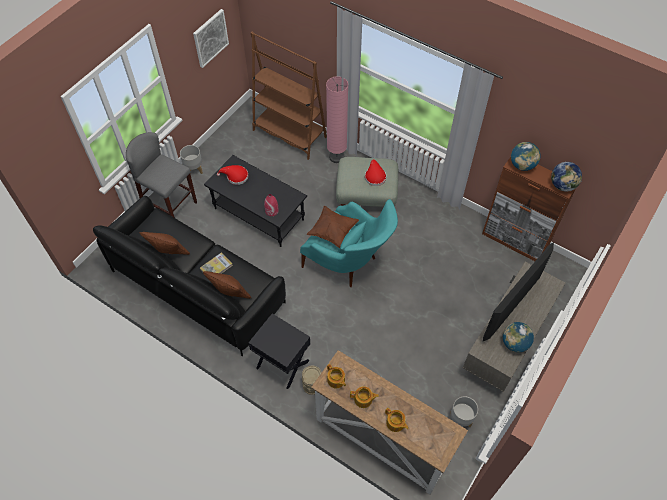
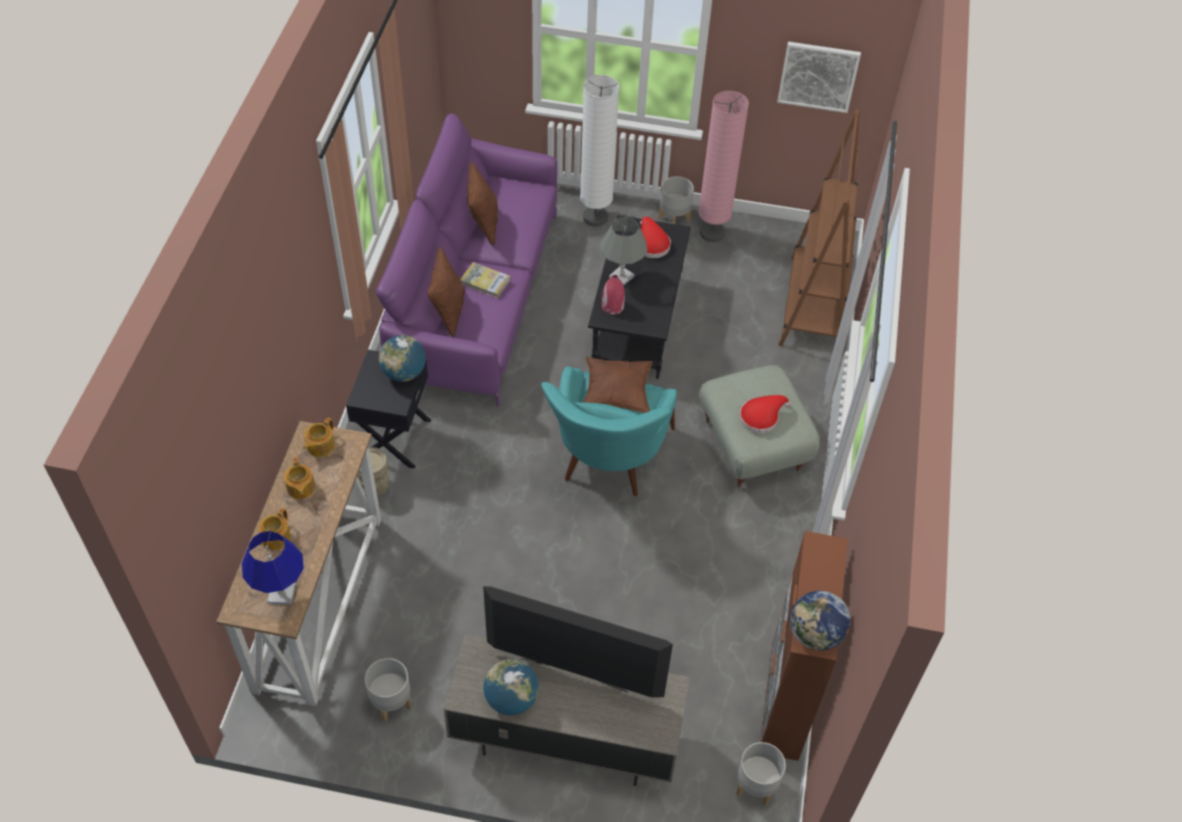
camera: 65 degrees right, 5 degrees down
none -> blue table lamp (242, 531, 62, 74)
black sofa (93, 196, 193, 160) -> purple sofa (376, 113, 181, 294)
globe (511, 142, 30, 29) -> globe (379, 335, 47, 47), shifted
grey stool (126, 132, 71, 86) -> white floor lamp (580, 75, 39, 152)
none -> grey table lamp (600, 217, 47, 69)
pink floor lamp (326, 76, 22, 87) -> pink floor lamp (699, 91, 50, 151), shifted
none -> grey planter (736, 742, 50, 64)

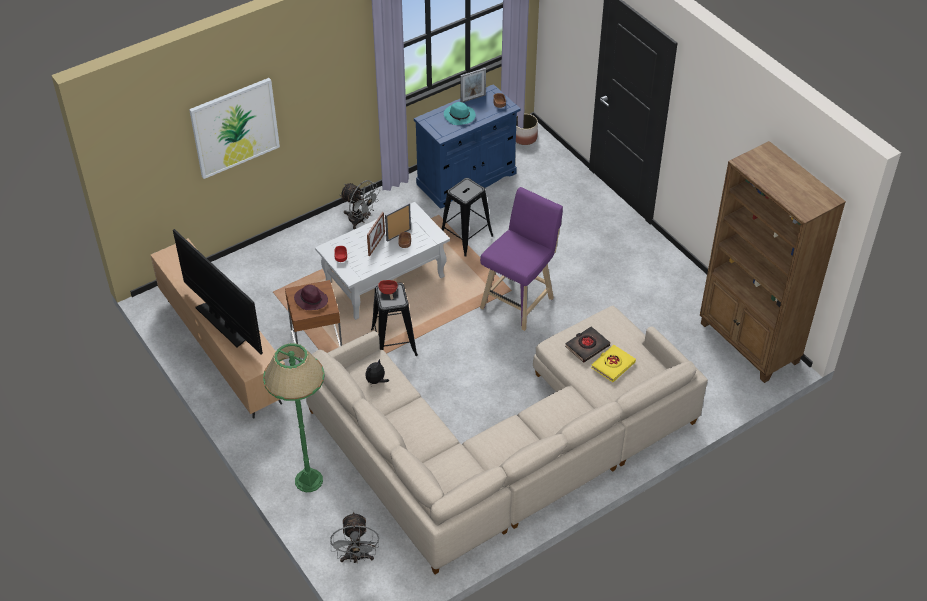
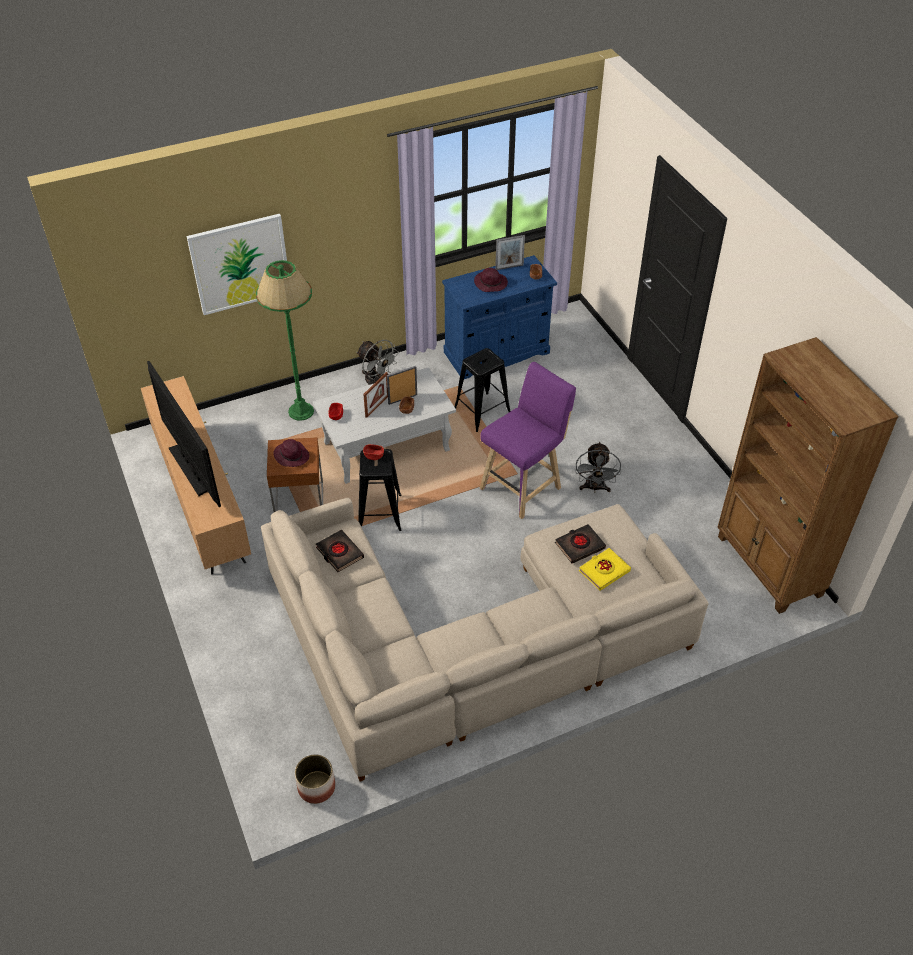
camera: 10 degrees right, 0 degrees up
green floor lamp (263, 343, 62, 149) -> green floor lamp (256, 260, 58, 161), shifted
planter (516, 114, 22, 31) -> planter (295, 754, 40, 50), shifted
plush toy (366, 359, 23, 28) -> black book (316, 530, 48, 42)
turquoise hat (444, 102, 32, 23) -> purple hat (474, 268, 34, 24)
grey fan (330, 512, 49, 51) -> grey fan (576, 442, 45, 51), shifted

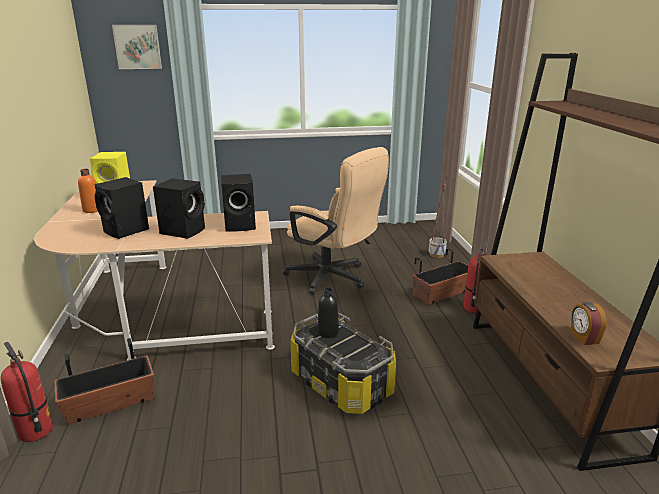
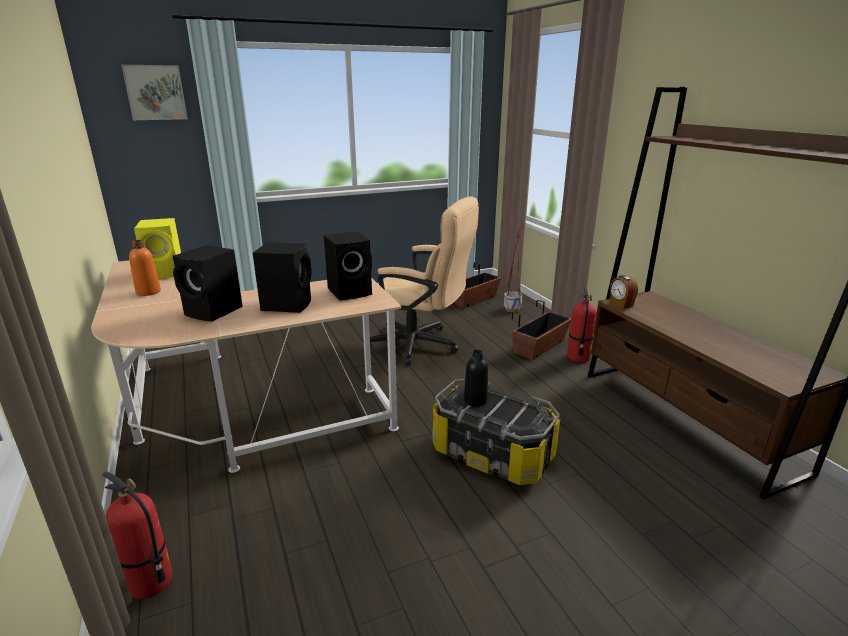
camera: 15 degrees left, 0 degrees up
planter (54, 338, 100, 87) -> planter (453, 262, 48, 46), shifted
alarm clock (570, 302, 37, 43) -> alarm clock (610, 275, 28, 34), shifted

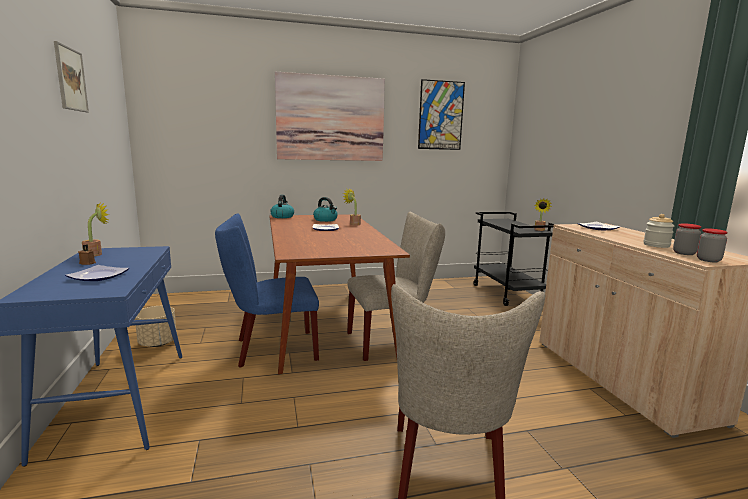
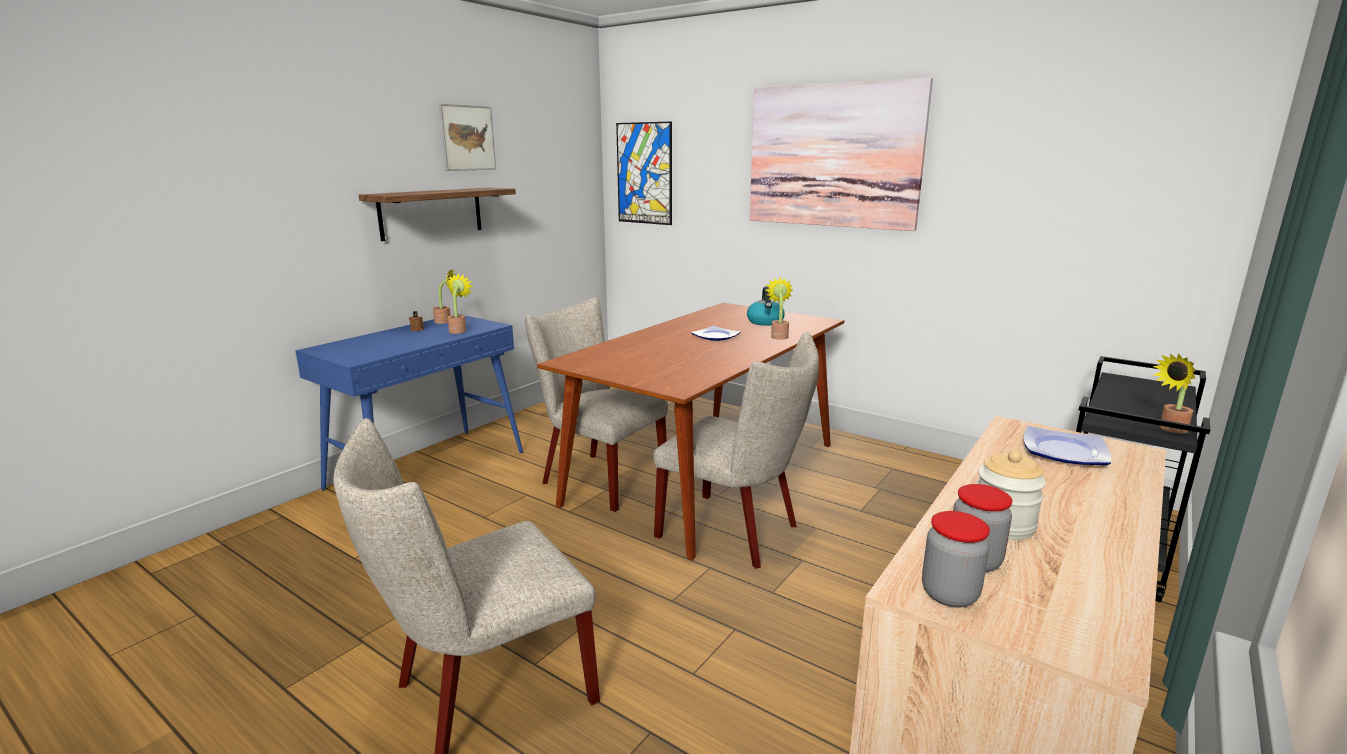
camera: 50 degrees right, 5 degrees up
none -> shelf (359, 188, 157, 53)
none -> potted plant (447, 273, 26, 61)
blue chair (215, 213, 104, 155) -> beige chair (525, 297, 143, 215)
picture (418, 79, 47, 71) -> picture (616, 122, 56, 103), shifted
plate (65, 265, 64, 16) -> none
beige planter (135, 306, 41, 41) -> none
kettle (270, 195, 24, 23) -> none

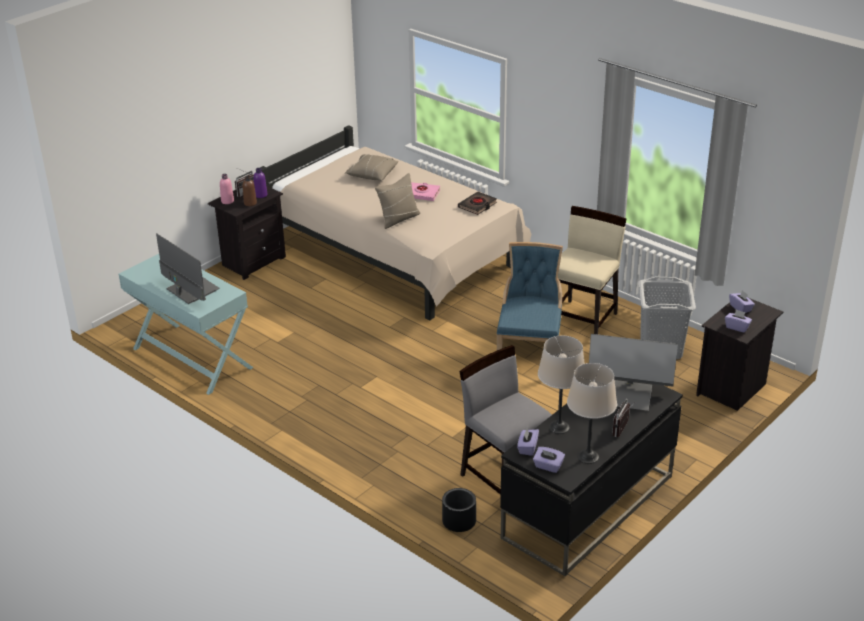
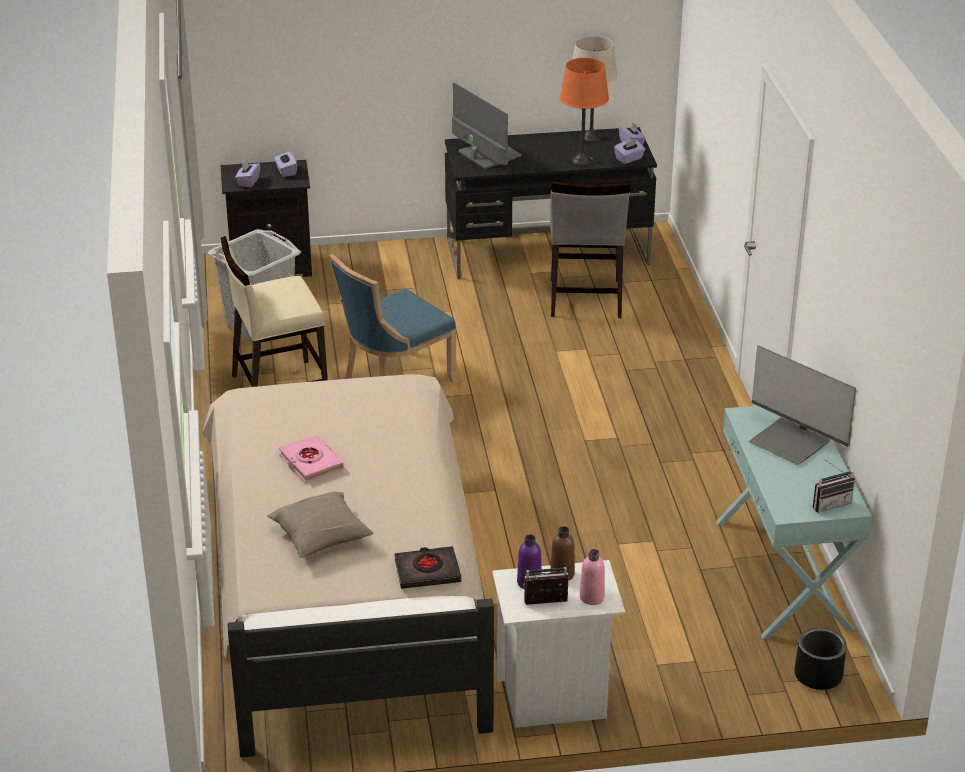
camera: 140 degrees left, 0 degrees up
black book (458, 192, 39, 23) -> black book (394, 546, 67, 43), shifted
black nightstand (208, 186, 78, 94) -> white nightstand (492, 560, 133, 168)
beige table lamp (538, 336, 47, 98) -> orange table lamp (560, 58, 49, 107)
monitor (156, 233, 63, 71) -> monitor (749, 345, 107, 120), 45 degrees counterclockwise
black planter (442, 488, 34, 44) -> black planter (794, 628, 53, 62), shifted
radio (612, 399, 21, 38) -> radio (813, 461, 42, 52), shifted
beige pillow (375, 173, 45, 56) -> none

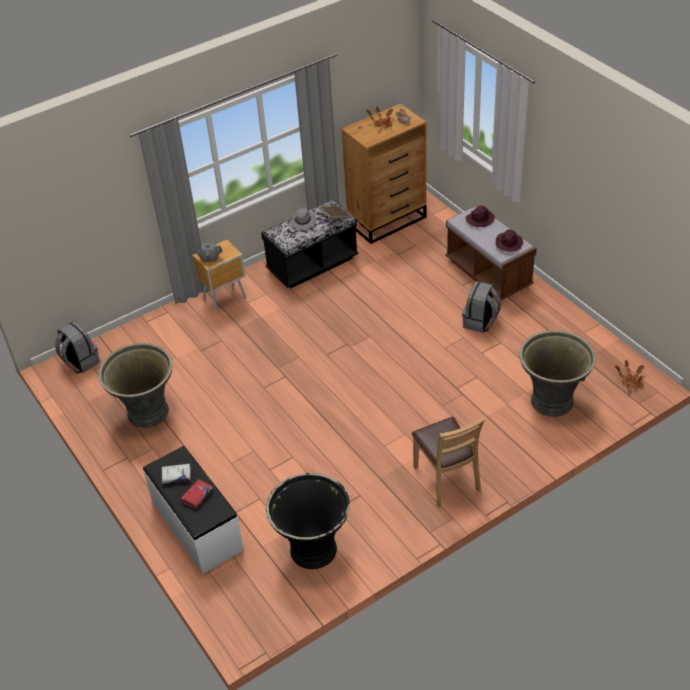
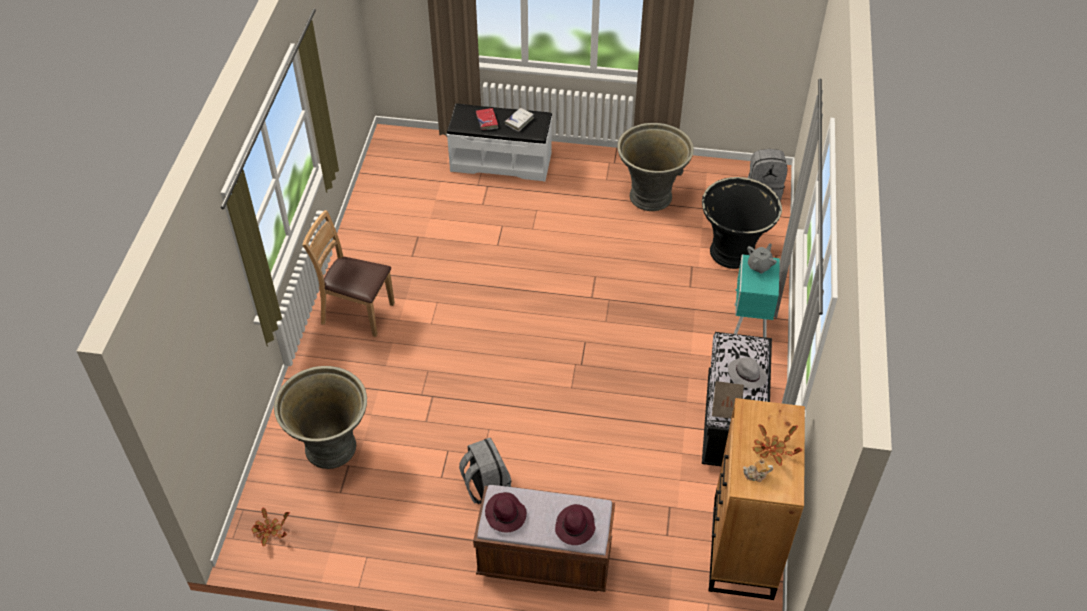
camera: 130 degrees right, 5 degrees up
black planter (266, 473, 84, 96) -> black planter (702, 177, 80, 92), shifted
brown nightstand (193, 240, 54, 73) -> turquoise nightstand (734, 255, 46, 83)

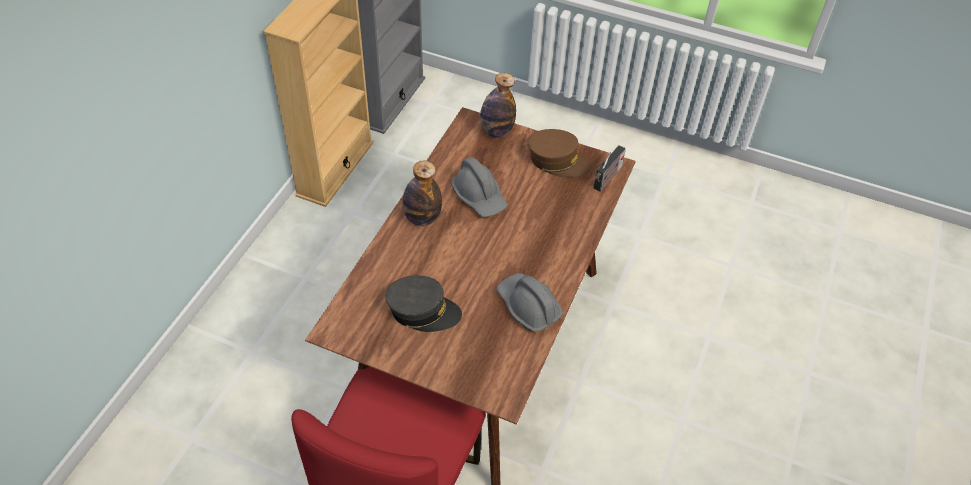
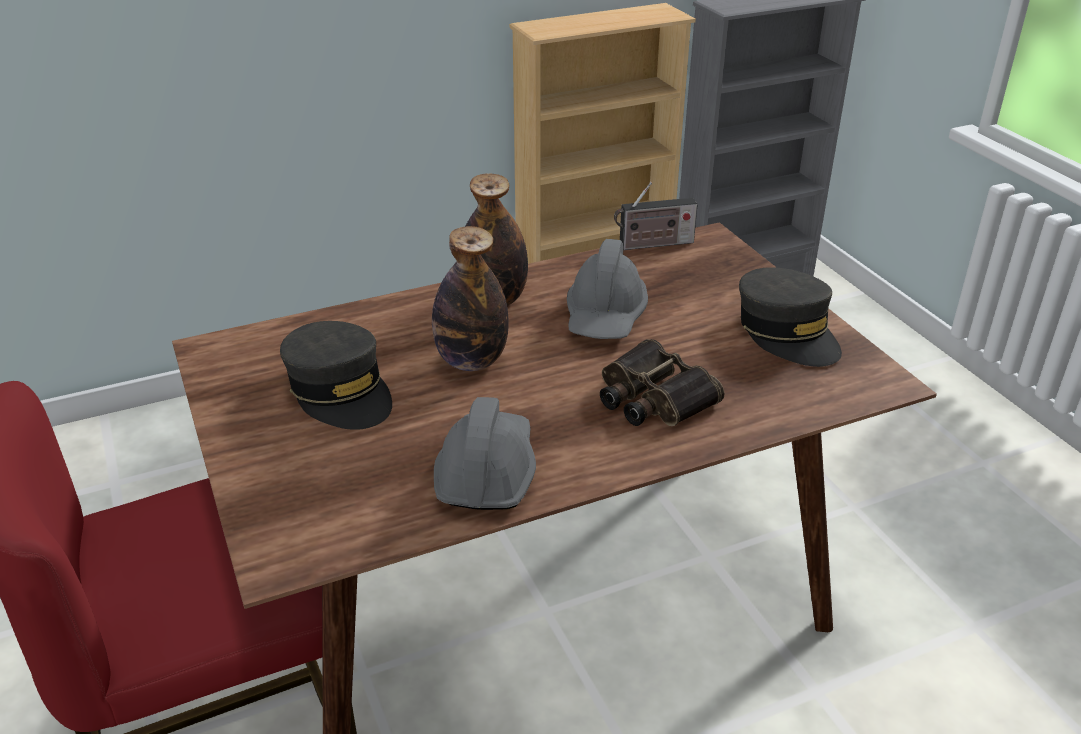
camera: 45 degrees right, 15 degrees down
bottle (480, 73, 36, 65) -> bottle (432, 226, 77, 145), shifted
none -> binoculars (600, 339, 125, 87)
radio (594, 145, 32, 47) -> radio (614, 182, 84, 68), shifted
brown cap (528, 129, 63, 48) -> grey cap (739, 267, 103, 100)

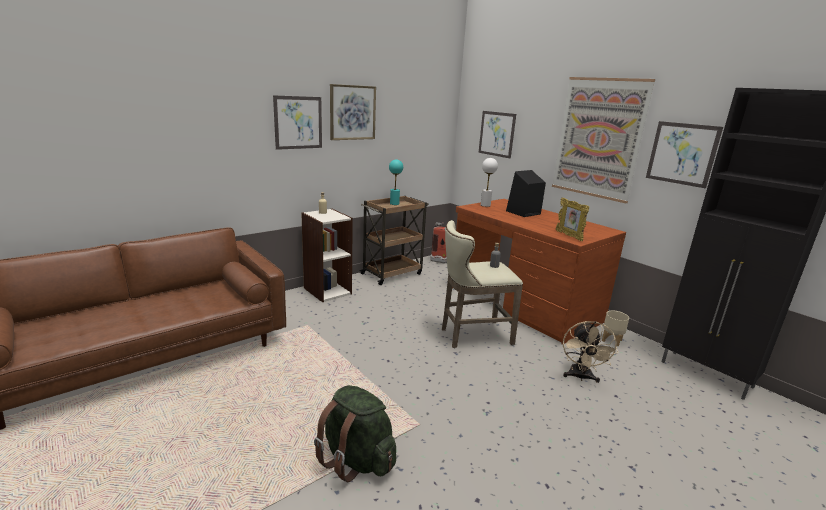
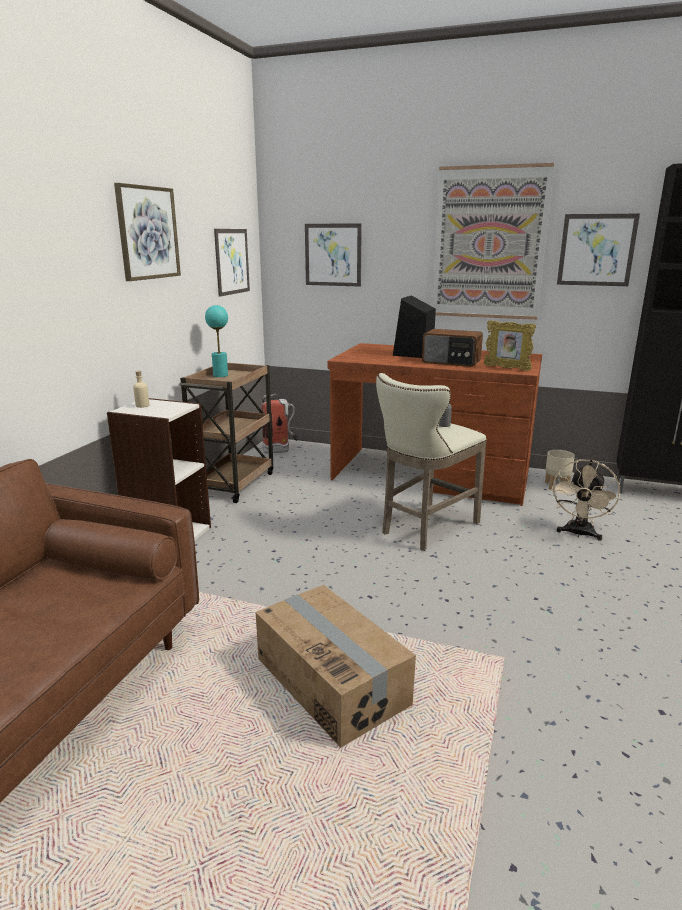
camera: 30 degrees left, 0 degrees up
picture (273, 95, 49, 55) -> picture (214, 229, 36, 68), shifted
none -> cardboard box (255, 585, 161, 163)
none -> radio (422, 329, 61, 38)
beige fan (563, 321, 55, 62) -> beige fan (551, 459, 69, 82), 45 degrees clockwise
green backpack (314, 385, 82, 98) -> none
white table lamp (481, 158, 17, 49) -> none

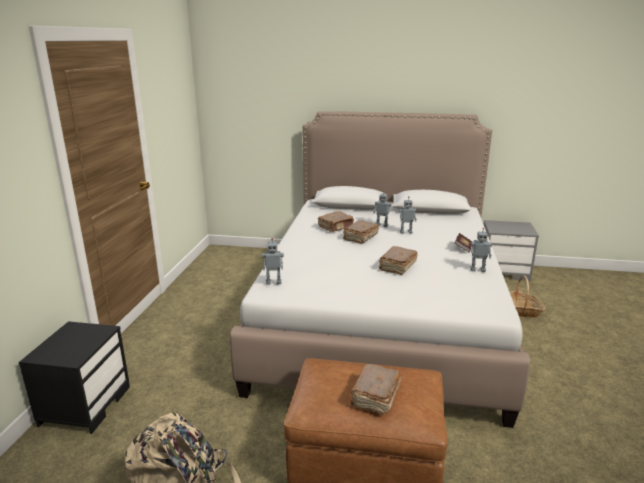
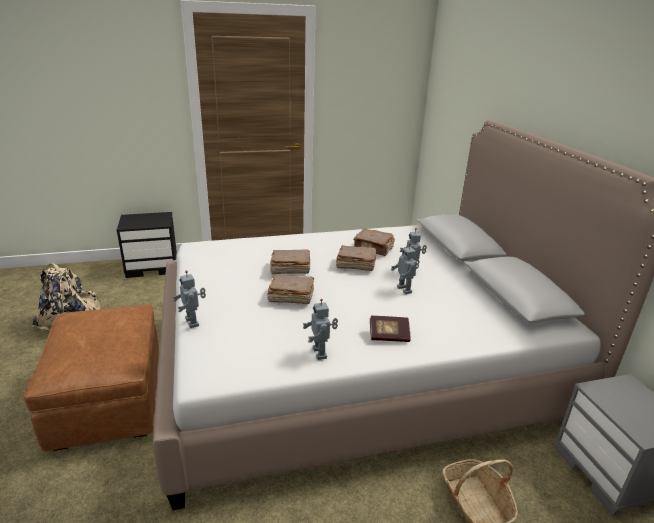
camera: 65 degrees right, 5 degrees up
toy robot (262, 238, 21, 46) -> toy robot (173, 270, 33, 58), shifted
brown book (350, 364, 51, 51) -> brown book (270, 249, 40, 25), shifted

